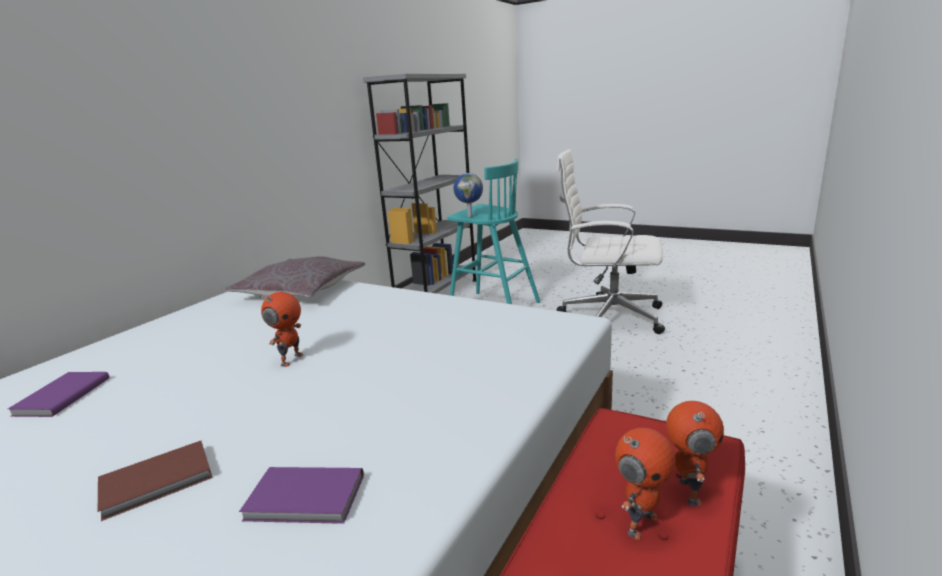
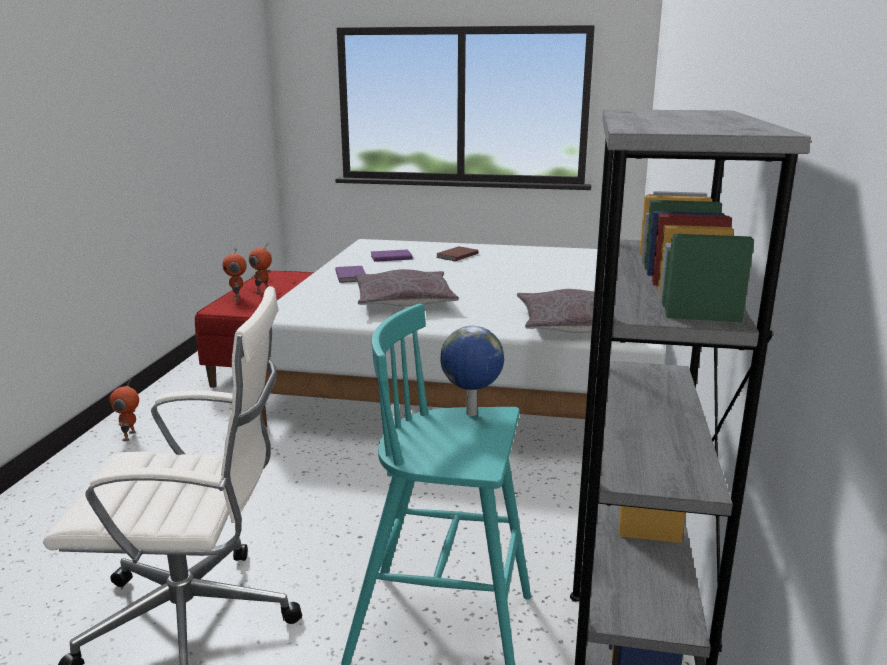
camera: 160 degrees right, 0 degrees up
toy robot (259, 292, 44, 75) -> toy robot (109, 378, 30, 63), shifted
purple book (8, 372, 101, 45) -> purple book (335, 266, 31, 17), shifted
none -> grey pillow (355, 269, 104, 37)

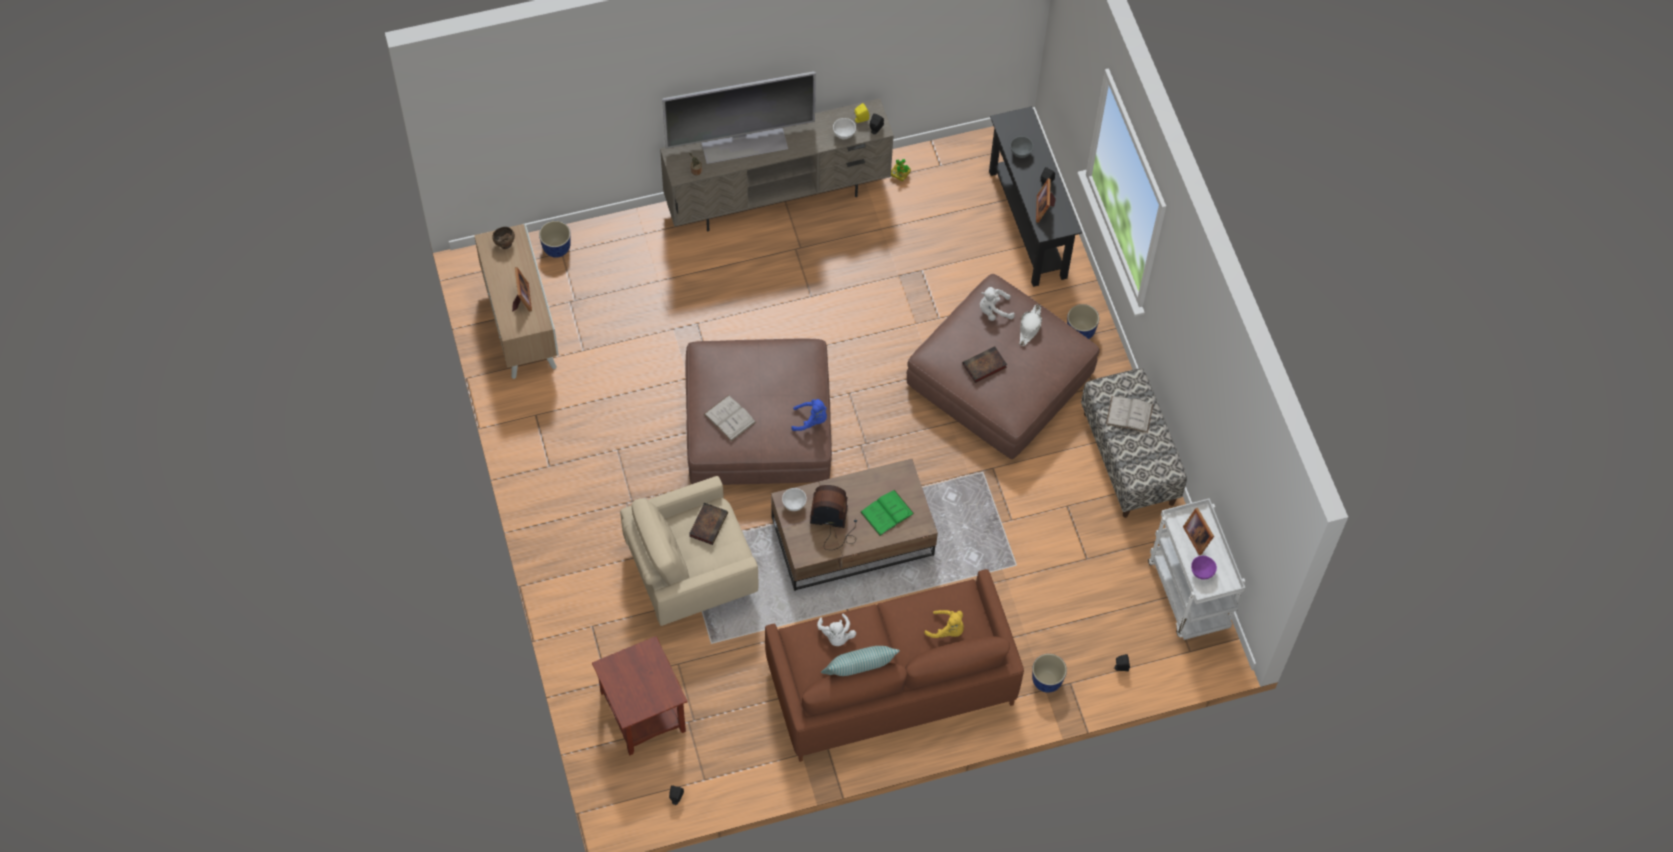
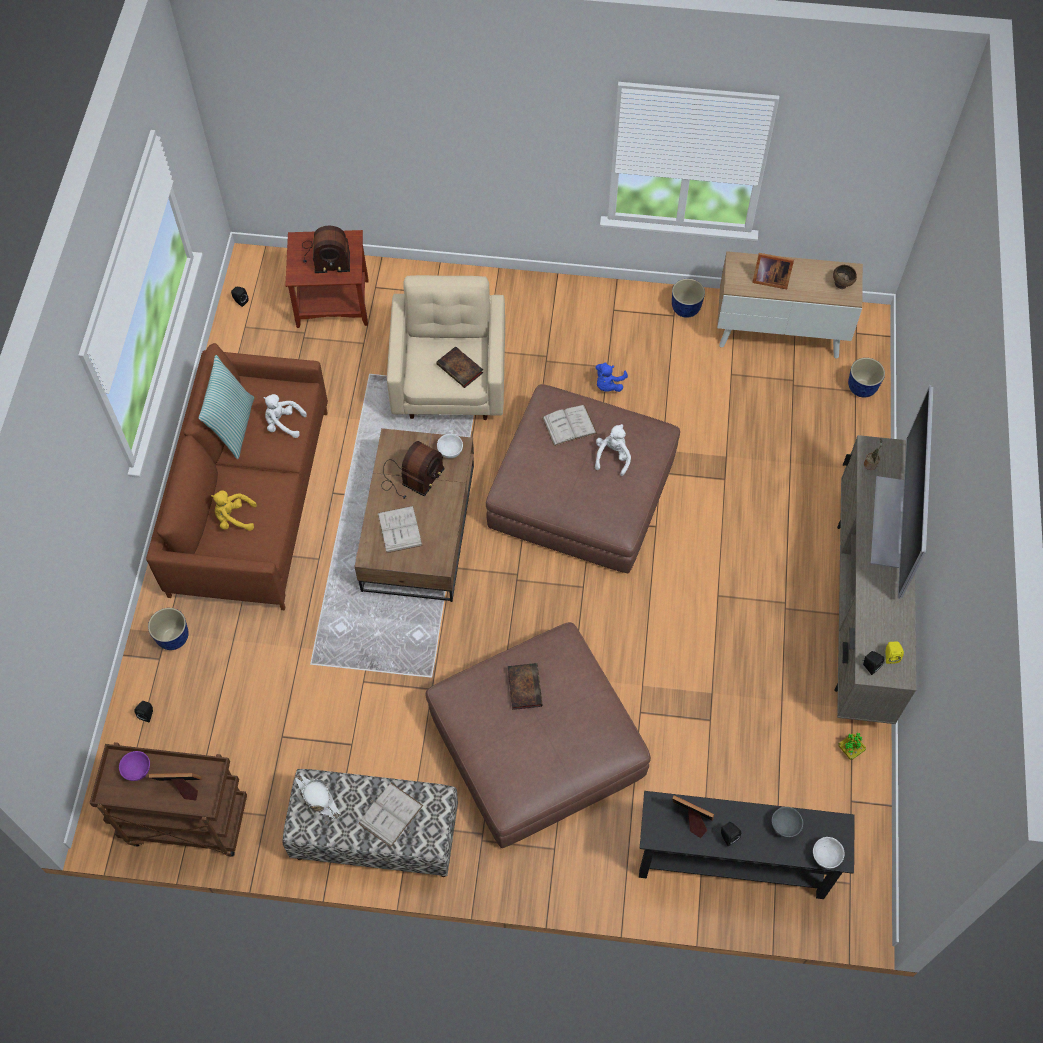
camera: 115 degrees right, 0 degrees up
white cart (1148, 498, 97, 142) -> brown cart (90, 742, 157, 115)
yellow plush toy (924, 610, 40, 28) -> yellow plush toy (211, 490, 46, 41), 45 degrees clockwise
white hat (1020, 304, 22, 42) -> white hat (295, 774, 46, 45), shifted
none -> radio (302, 226, 48, 47)
green book (860, 490, 54, 46) -> white book (378, 506, 45, 47)
blue plush toy (791, 399, 36, 32) -> blue plush toy (595, 362, 33, 30), shifted
white plush toy (980, 287, 35, 34) -> white plush toy (595, 424, 36, 52), shifted
planter (1067, 304, 32, 35) -> planter (672, 279, 33, 39), shifted
white bowl (833, 118, 23, 21) -> white bowl (813, 837, 32, 32), shifted

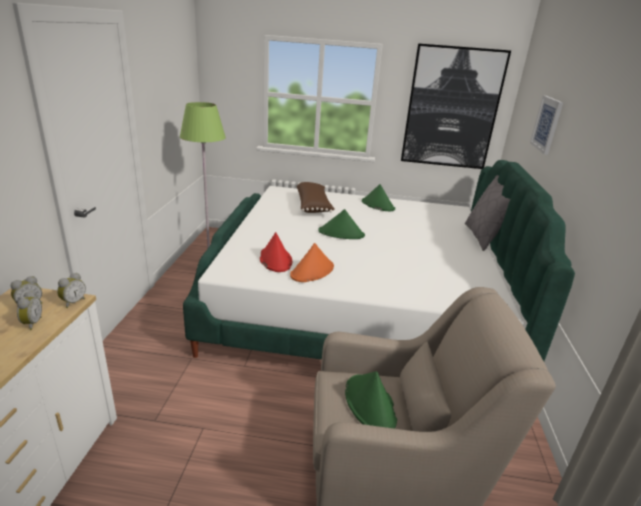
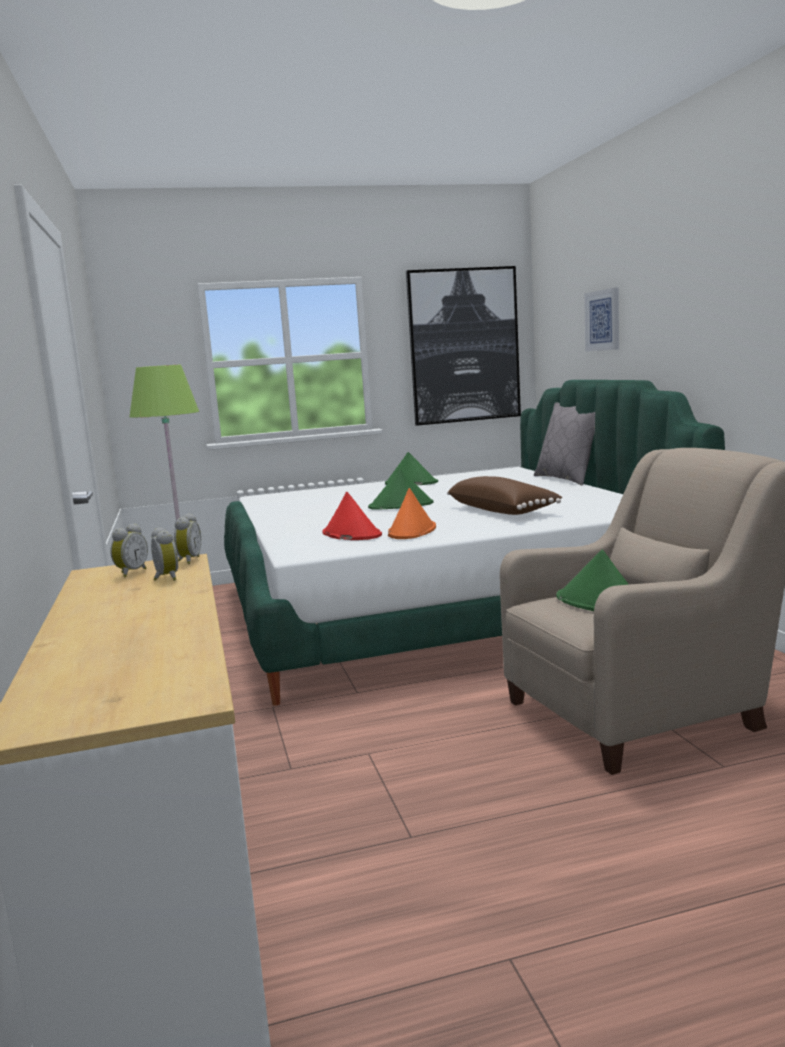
camera: 20 degrees left, 15 degrees down
brown pillow (297, 182, 38, 31) -> brown pillow (447, 476, 115, 39), shifted

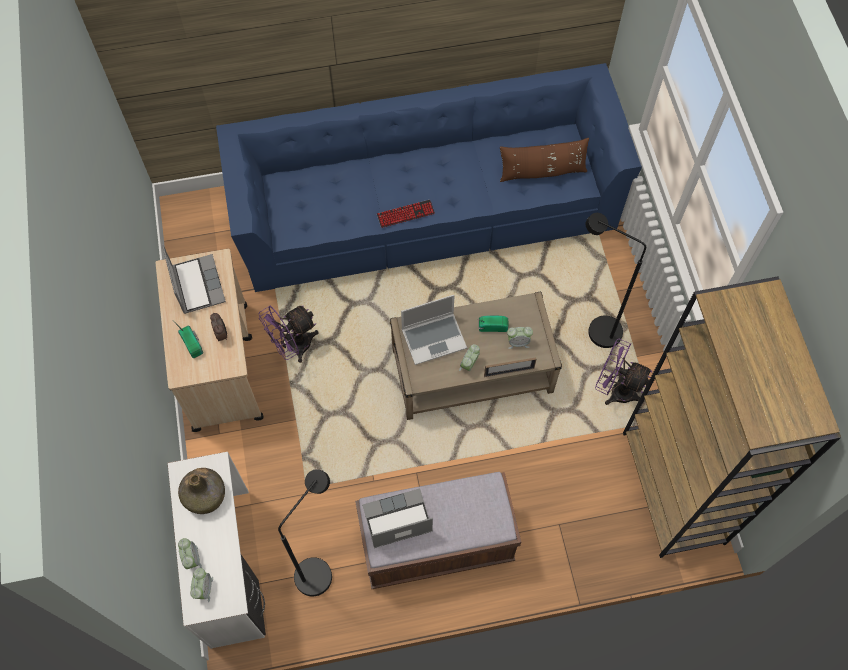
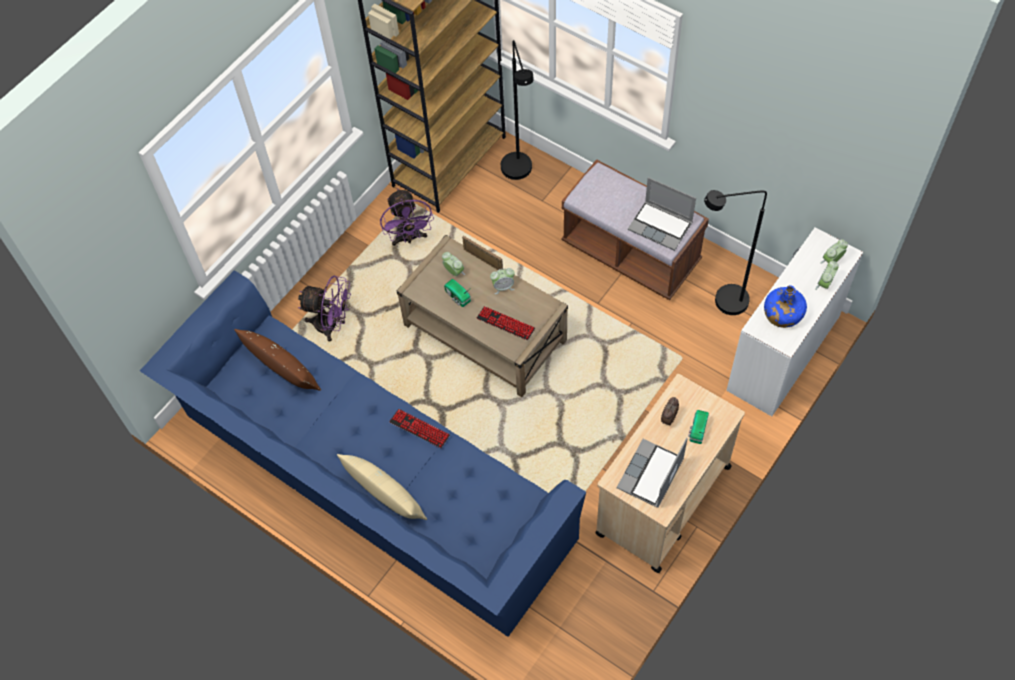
camera: 130 degrees left, 5 degrees down
purple fan (259, 306, 60, 57) -> purple fan (298, 275, 53, 66), shifted
none -> beige pillow (337, 454, 90, 66)
laptop (401, 295, 66, 70) -> keyboard (477, 306, 58, 34)
black floor lamp (586, 213, 60, 135) -> black floor lamp (501, 40, 33, 140), shifted
green bottle (178, 468, 47, 46) -> blue bottle (764, 285, 43, 43)

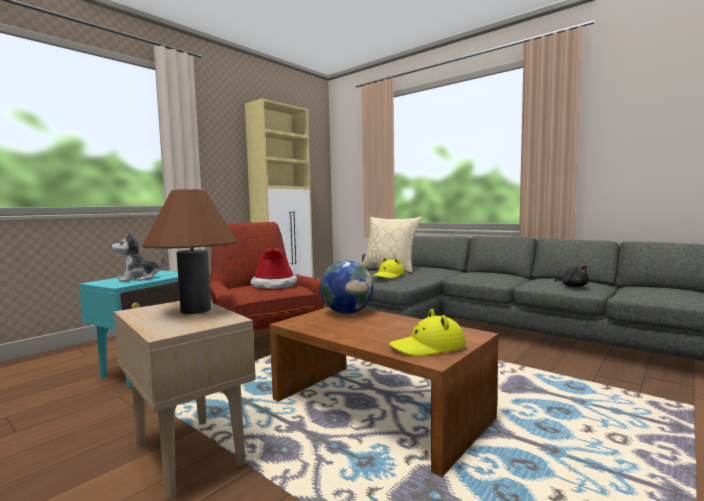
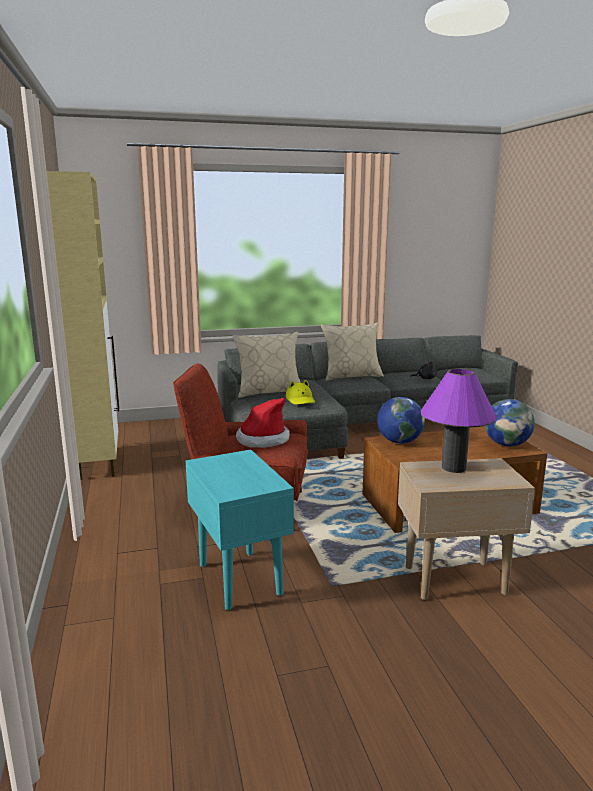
camera: 55 degrees left, 10 degrees up
none -> beige pillow (321, 322, 63, 59)
brown table lamp (143, 189, 94, 125) -> purple table lamp (421, 369, 76, 104)
yellow hat (389, 309, 77, 47) -> globe (485, 399, 50, 47)
plush toy (111, 231, 53, 51) -> none

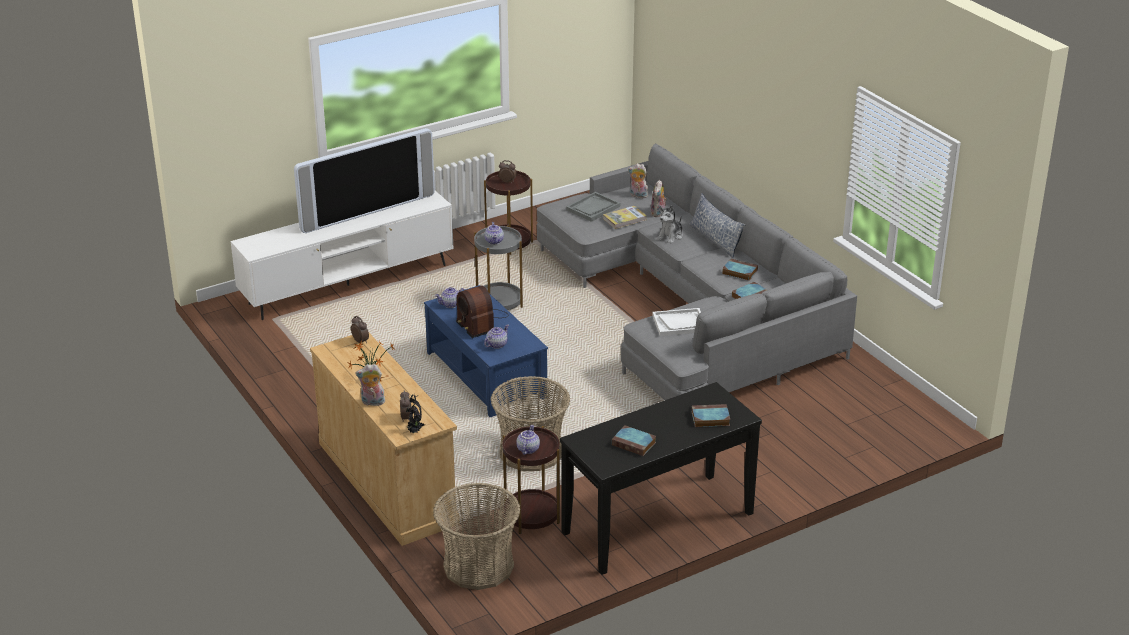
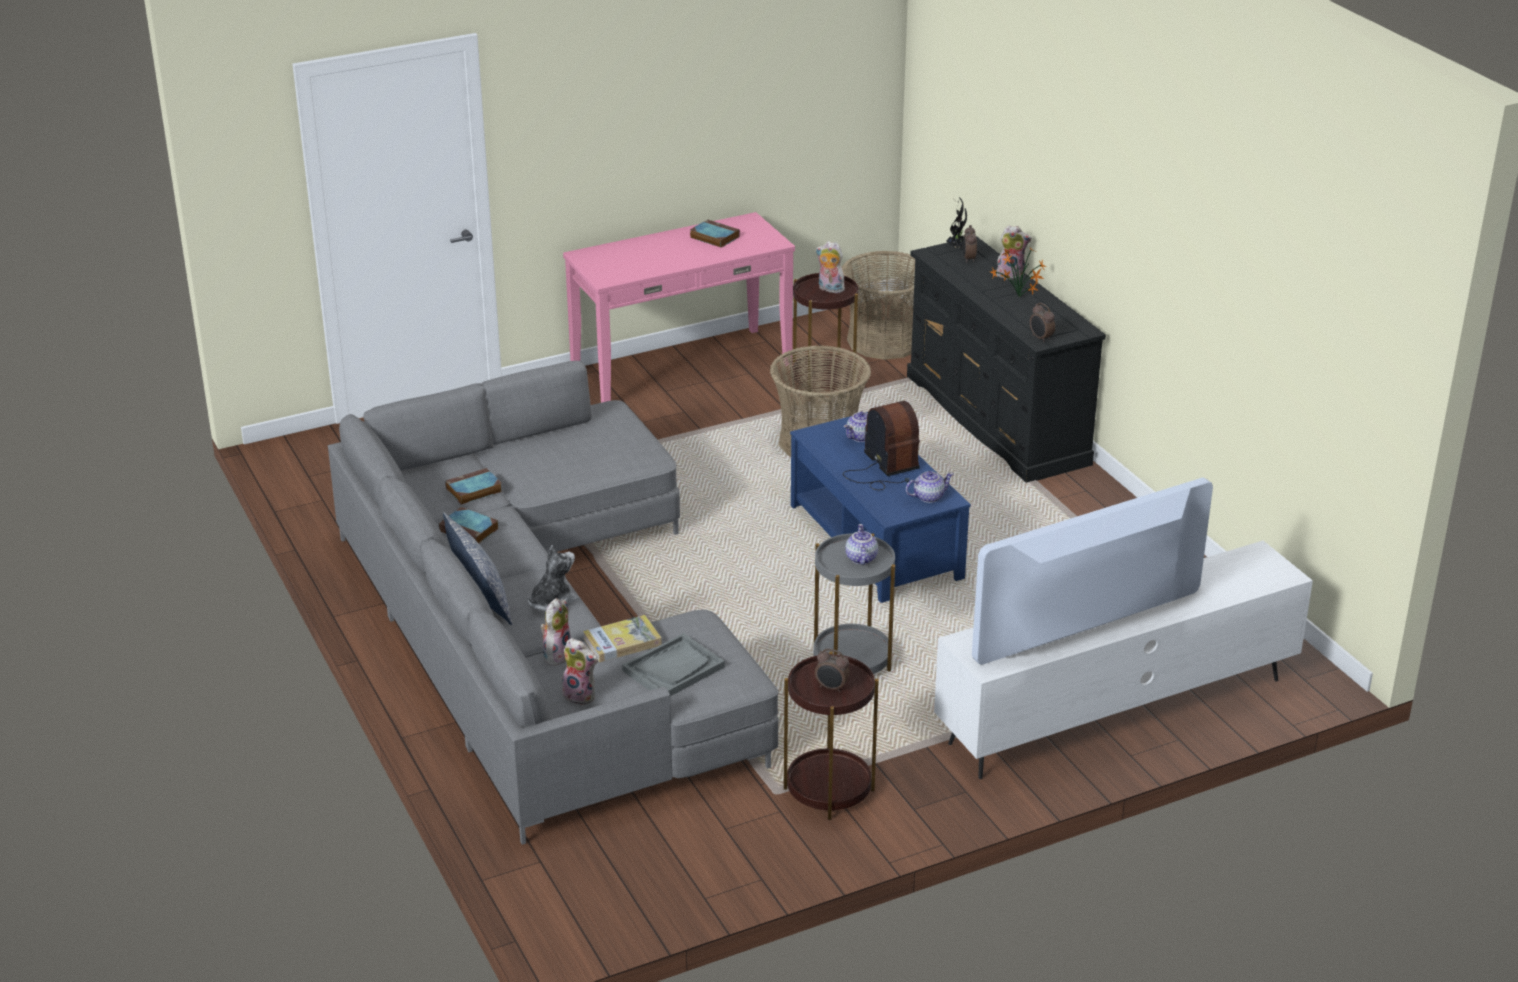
camera: 175 degrees left, 0 degrees up
black console table (560, 382, 202, 193) -> pink console table (563, 212, 232, 191)
teapot (516, 425, 24, 30) -> plush toy (815, 241, 30, 52)
beige dresser (310, 333, 150, 213) -> black dresser (907, 236, 199, 247)
white tray (652, 308, 49, 28) -> none
book (691, 404, 39, 23) -> none

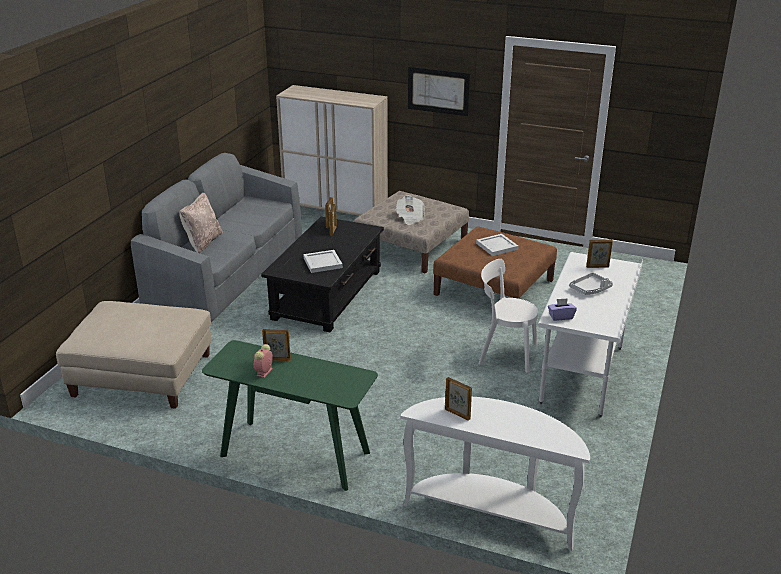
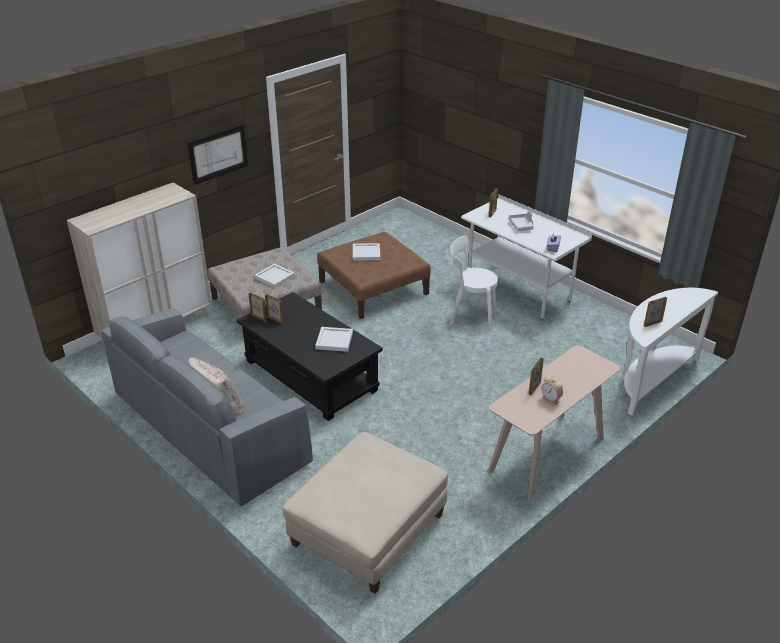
camera: 65 degrees left, 5 degrees up
newspaper (396, 195, 29, 30) -> white tray (254, 264, 41, 24)
white chair (478, 259, 60, 114) -> white chair (450, 236, 48, 93), 60 degrees clockwise
green console table (202, 340, 176, 151) -> beige console table (488, 346, 133, 154)

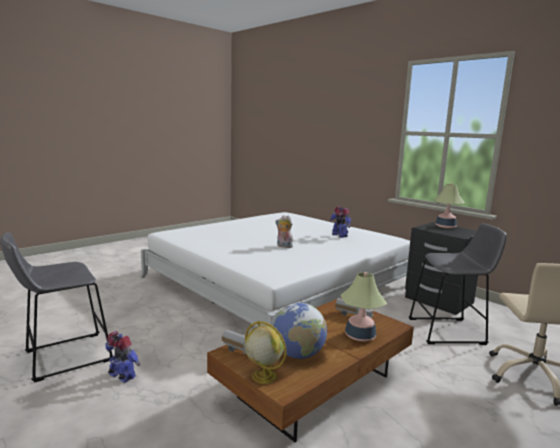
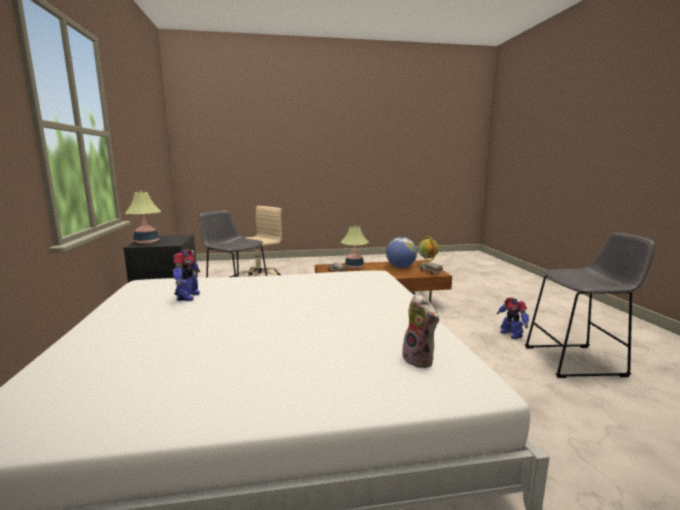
camera: 145 degrees left, 0 degrees up
plush toy (275, 215, 18, 33) -> plush toy (402, 293, 37, 75), shifted

